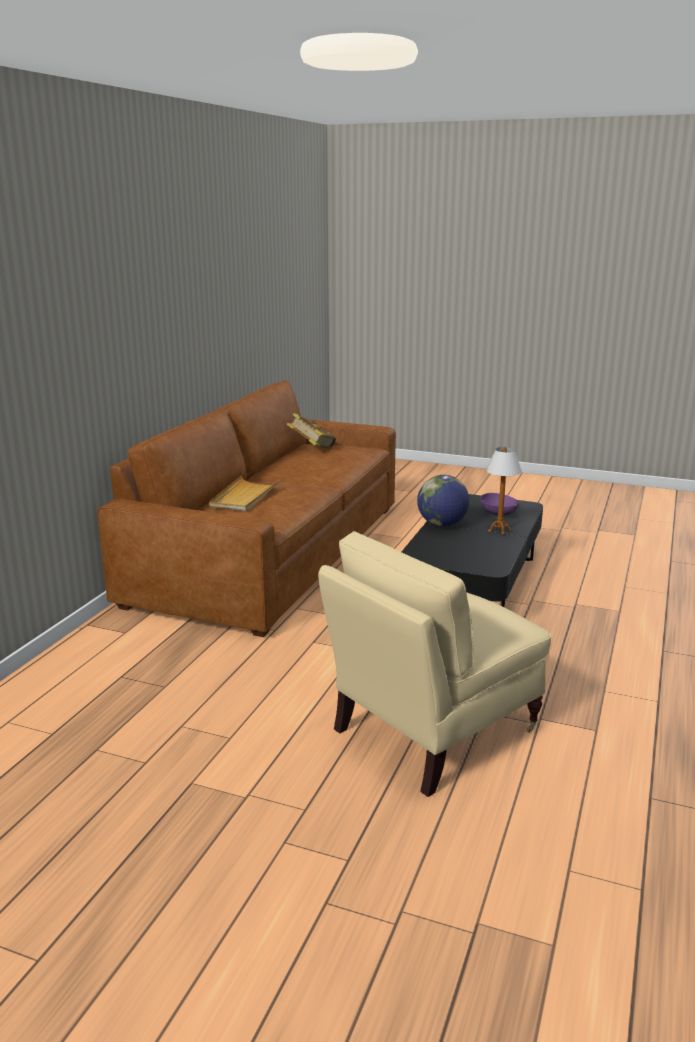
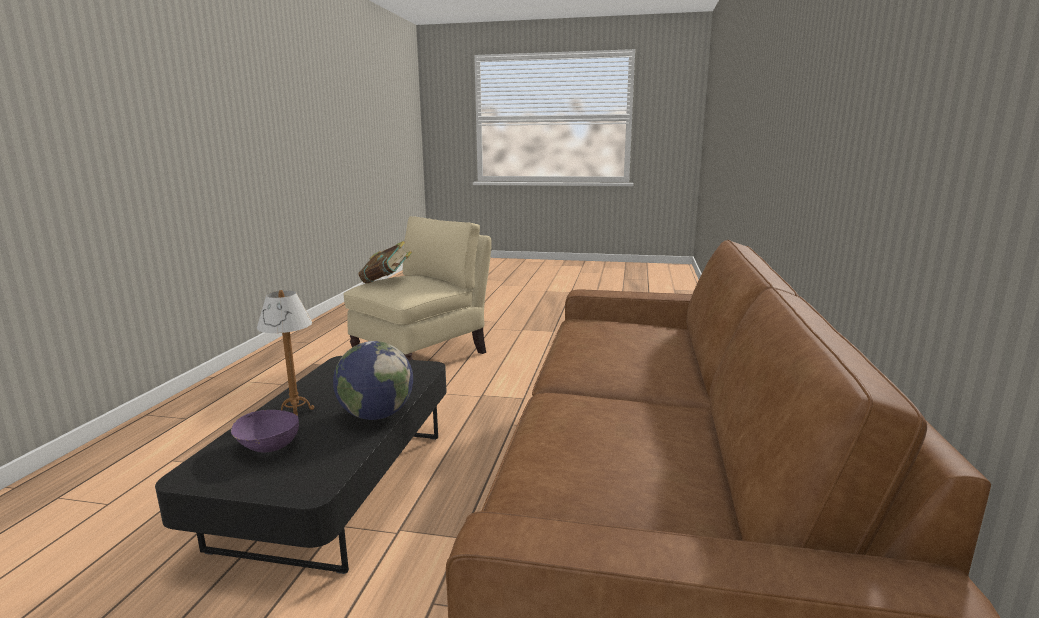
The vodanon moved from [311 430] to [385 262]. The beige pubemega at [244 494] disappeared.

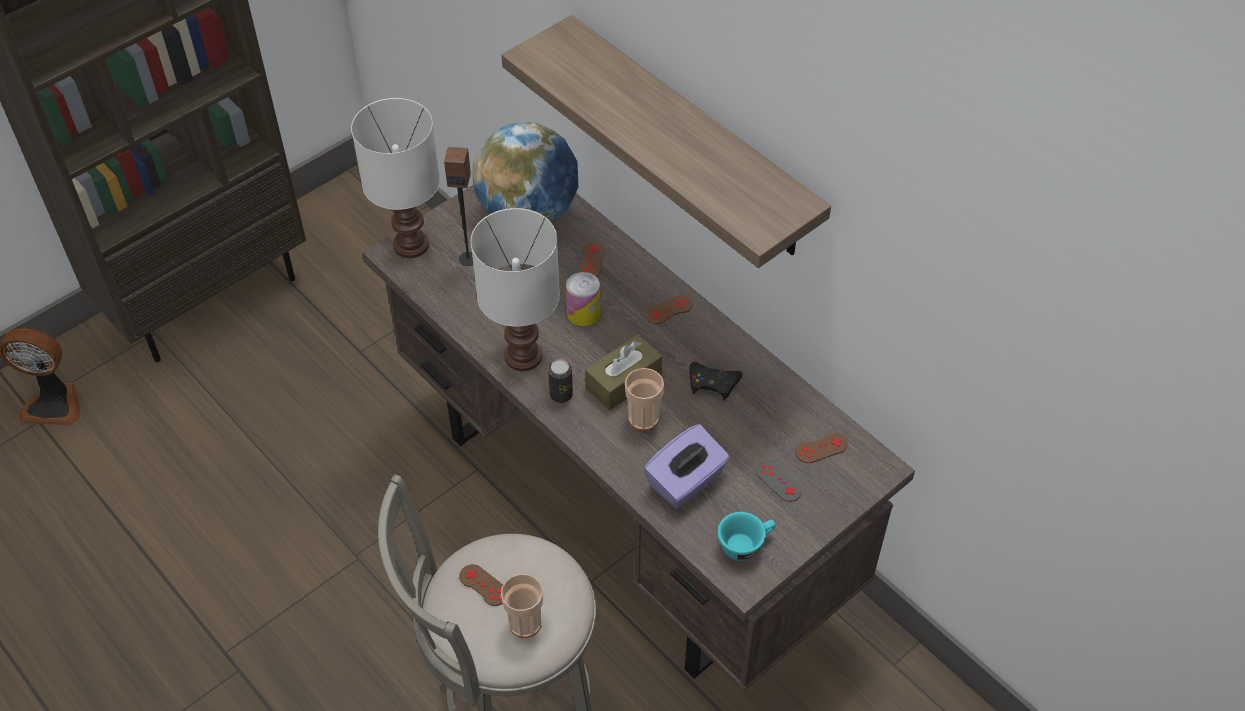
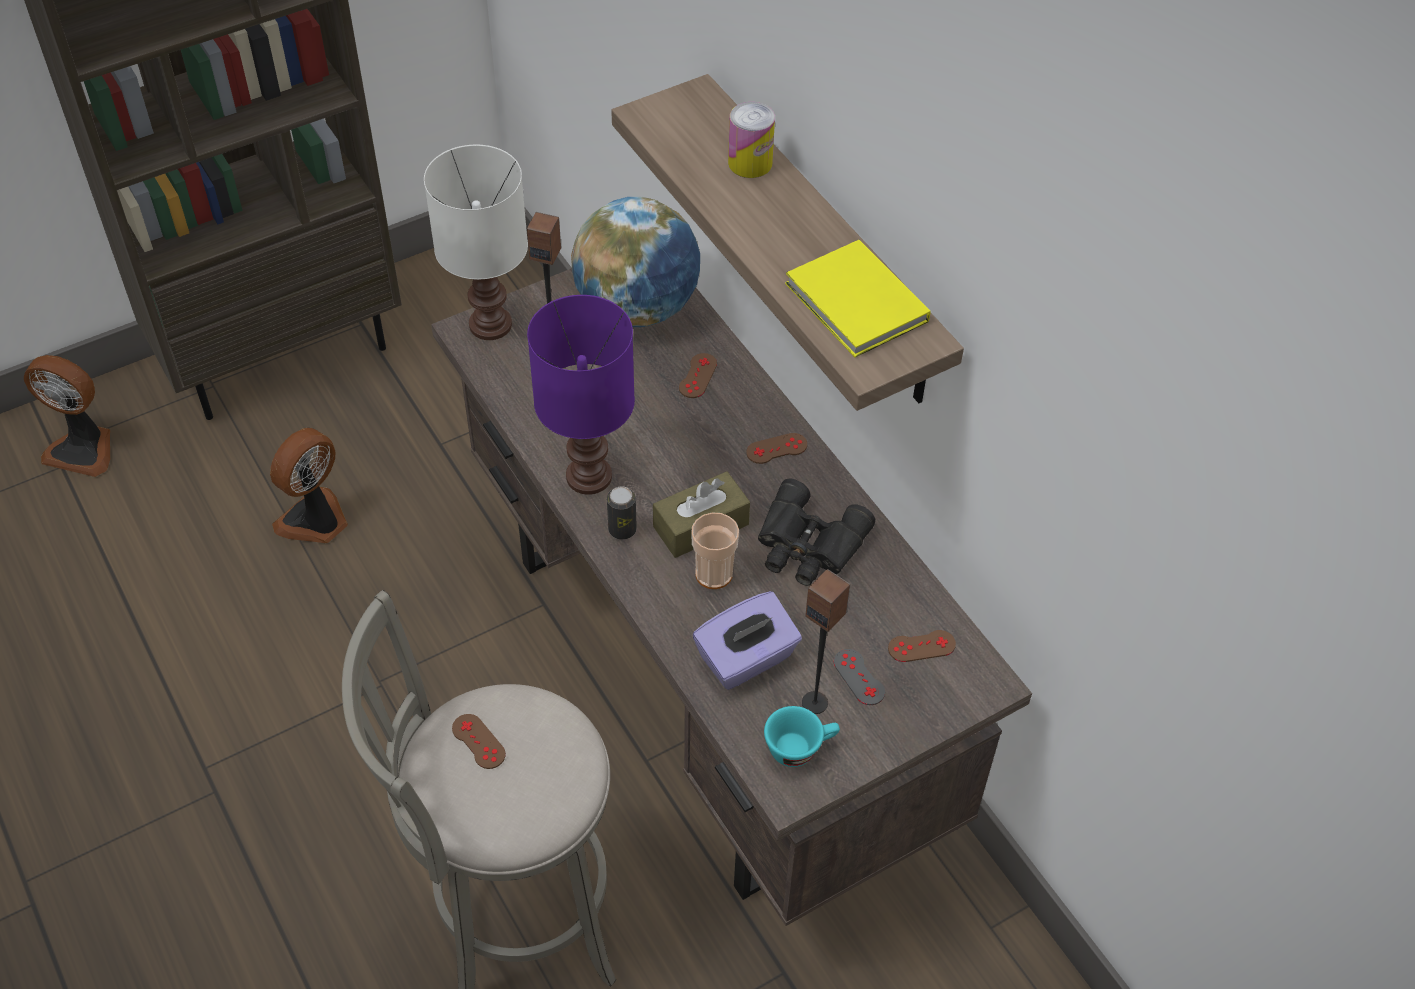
The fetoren at [309 485] appeared. The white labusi at [515 289] became the purple labusi at [581 395]. The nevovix moved from [583 299] to [751 140]. The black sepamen at [715 381] was replaced by the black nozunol at [816 532]. The yellow vodanon at [857 298] appeared. The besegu at [826 641] appeared. The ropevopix at [522 606] disappeared.

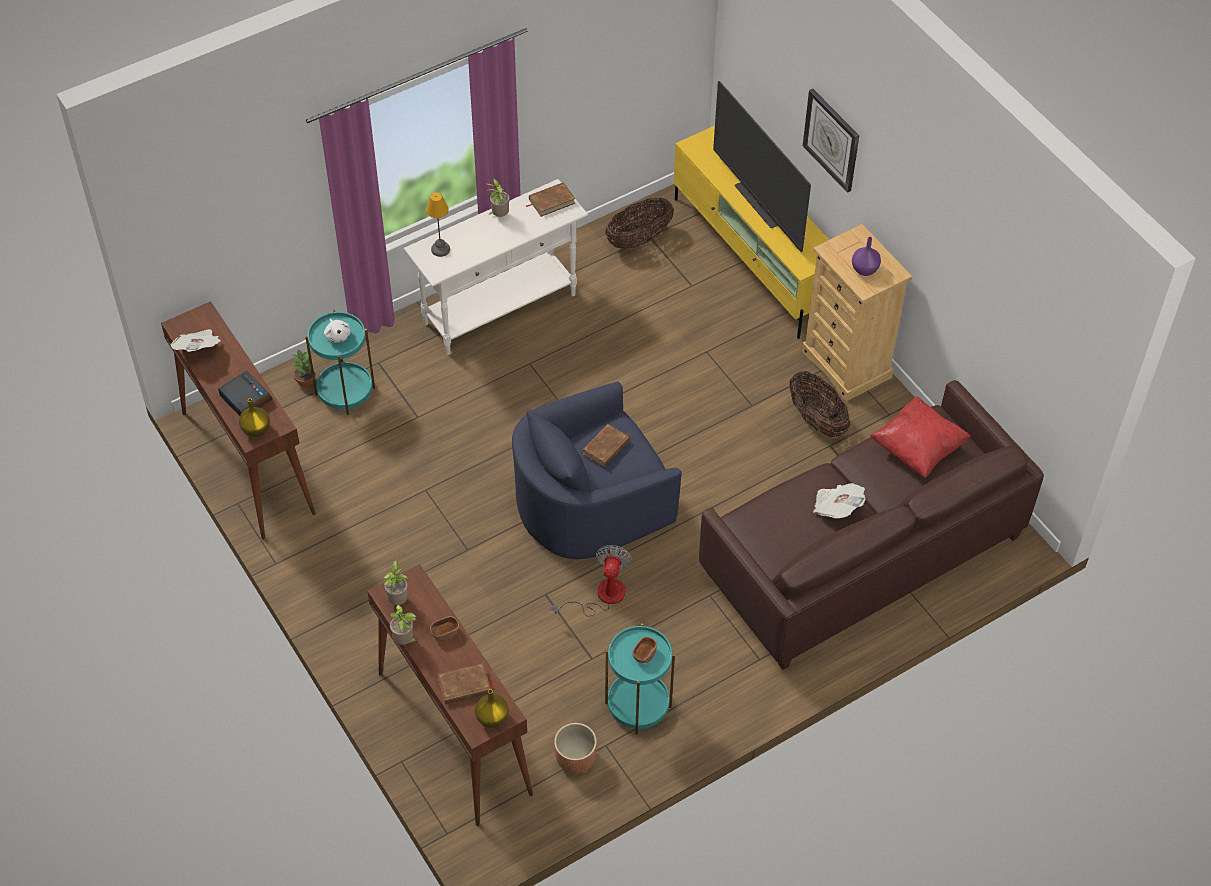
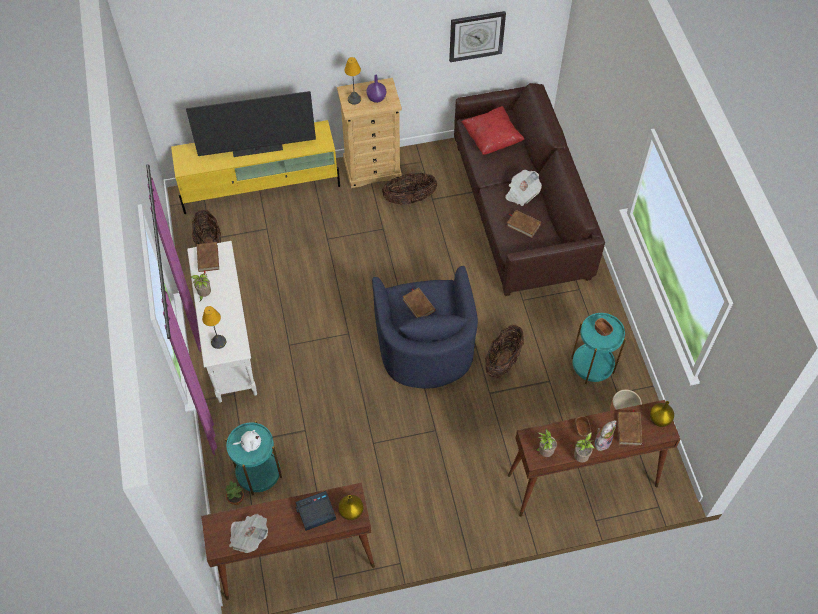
The labusi at [352 81] appeared. The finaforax moved from [831 141] to [477 36]. The fetoren at [591 581] was replaced by the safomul at [504 351]. The brown vodanon at [524 224] appeared. The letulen at [606 435] appeared.

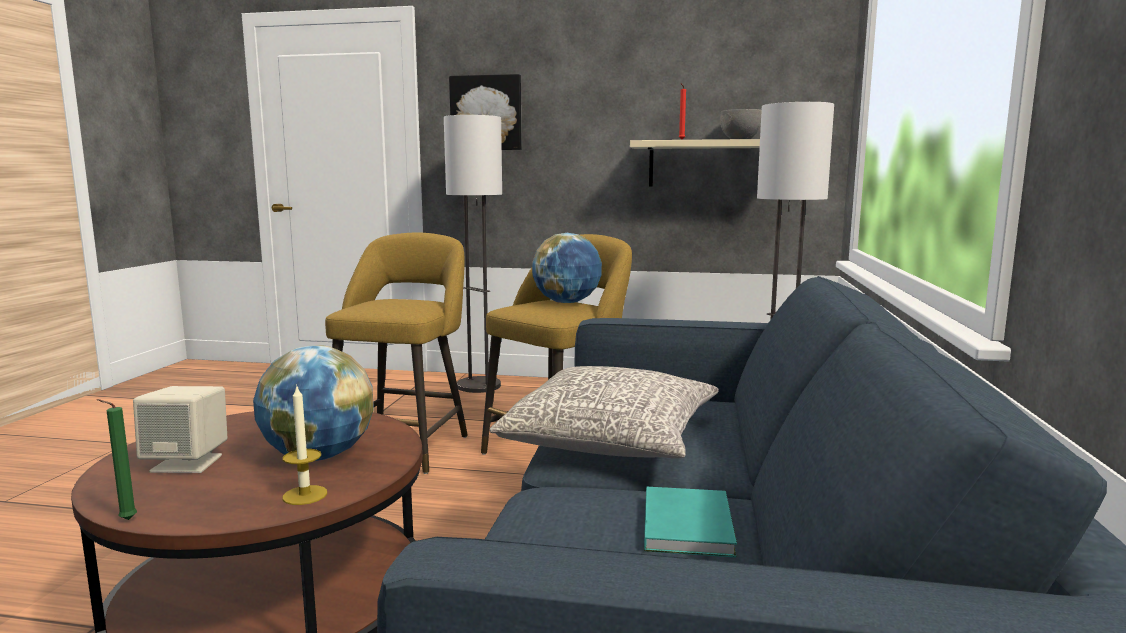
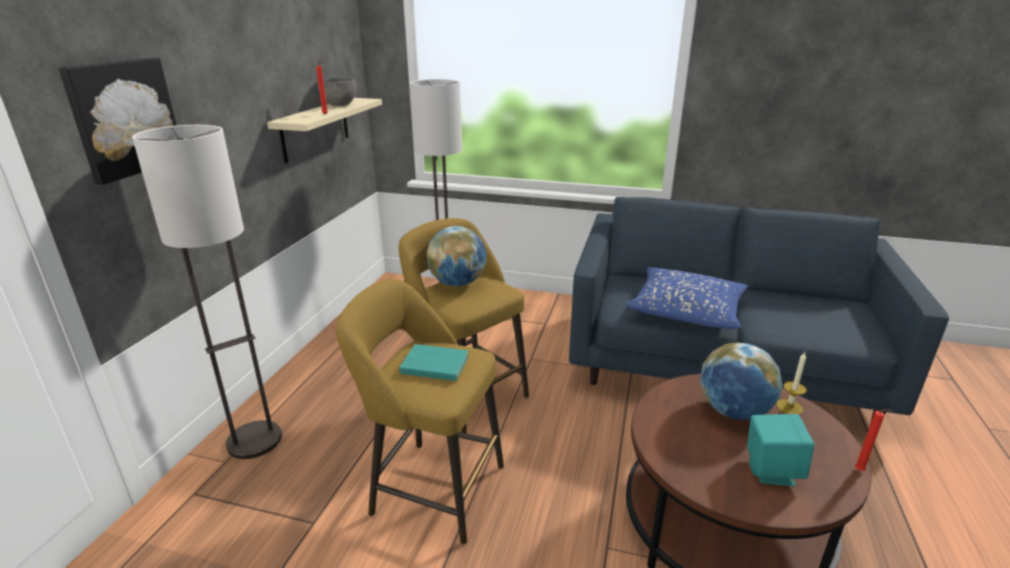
The turquoise vodanon moved from [690 522] to [434 362]. The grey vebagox at [604 412] became the blue vebagox at [686 298]. The beige besegu at [180 429] became the turquoise besegu at [780 450]. The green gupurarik at [117 459] became the red gupurarik at [873 440].

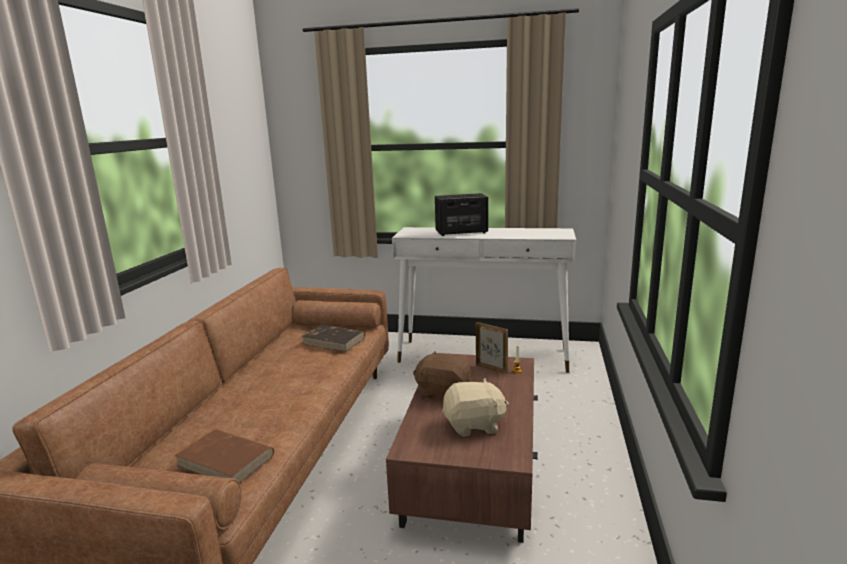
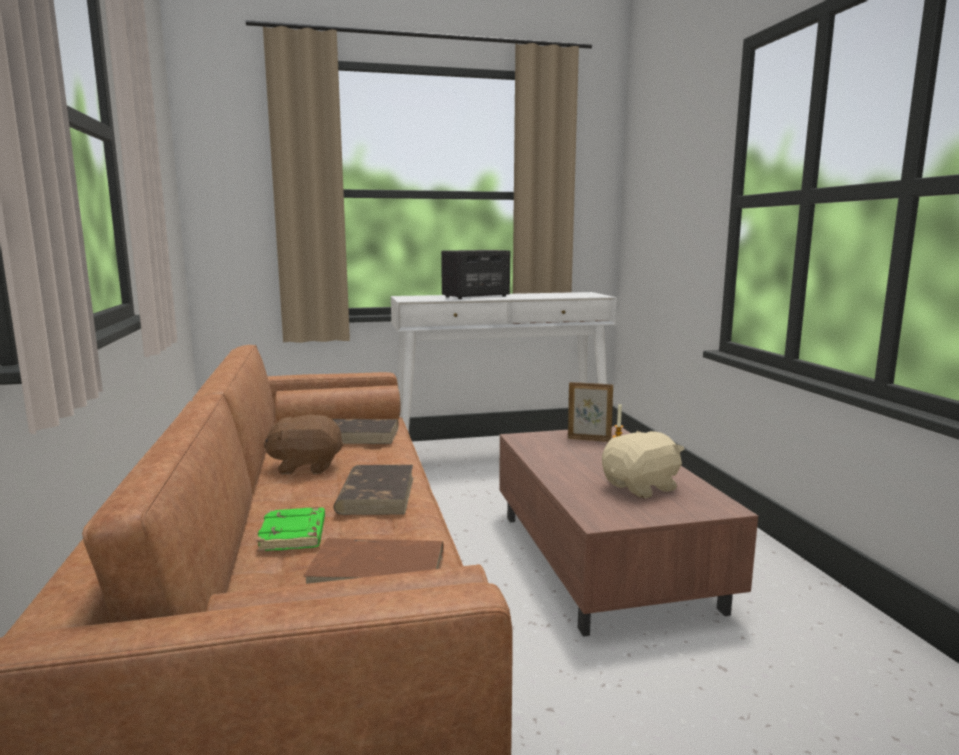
The green vodanon at [291 529] appeared. The brown letulen moved from [442 375] to [304 444]. The brown vodanon at [373 490] appeared.

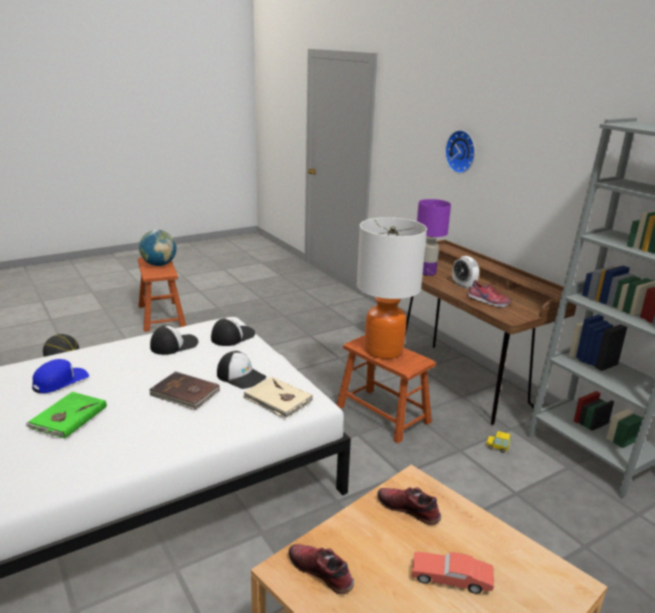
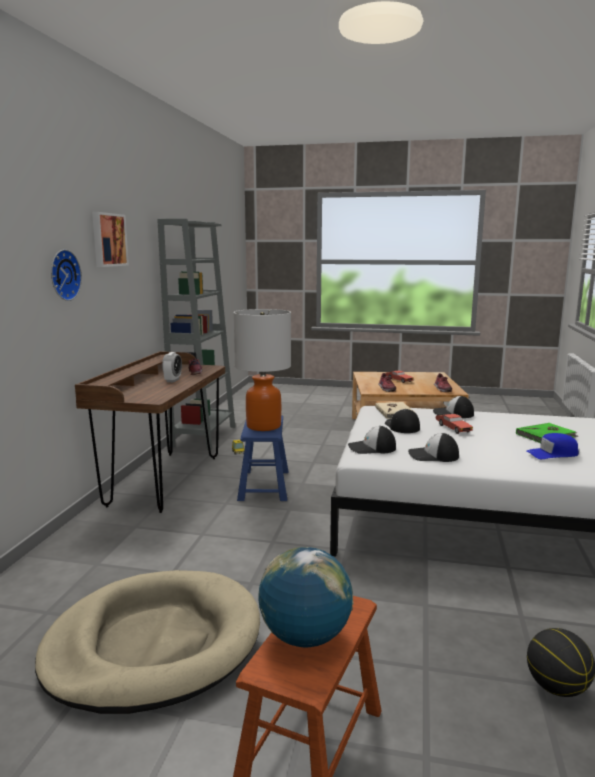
The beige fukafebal at [147 642] appeared. The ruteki at [110 239] appeared. The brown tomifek at [386 389] became the blue tomifek at [263 458]. The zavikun at [453 407] appeared. The brown vodanon at [184 391] was replaced by the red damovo at [454 424]. The purple labusi at [434 237] disappeared.

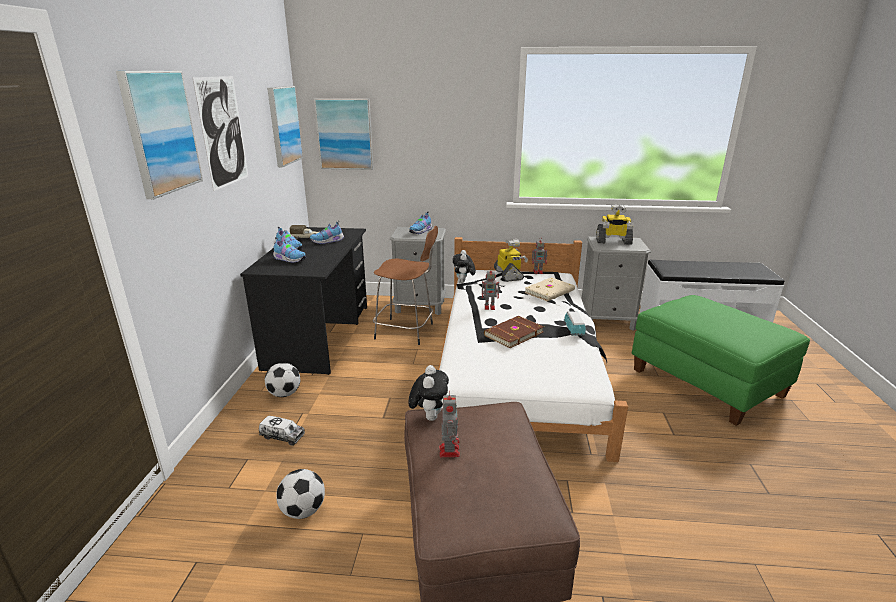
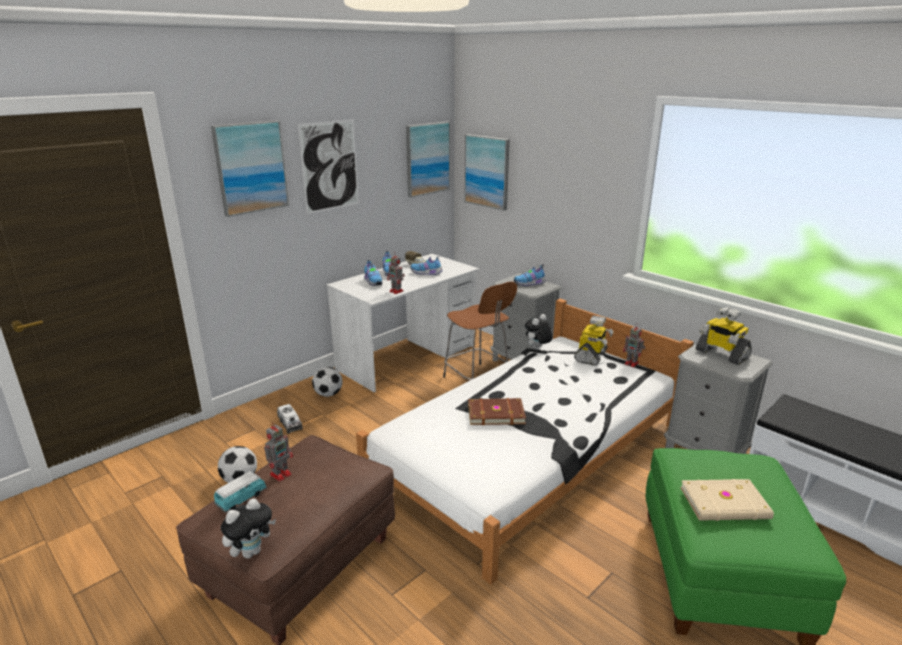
The damovo moved from [575 323] to [240 492]. The letulen moved from [428 393] to [248 528]. The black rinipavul at [303 301] became the white rinipavul at [402 323]. The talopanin moved from [491 288] to [396 274]. The beige vodanon moved from [550 289] to [727 500].

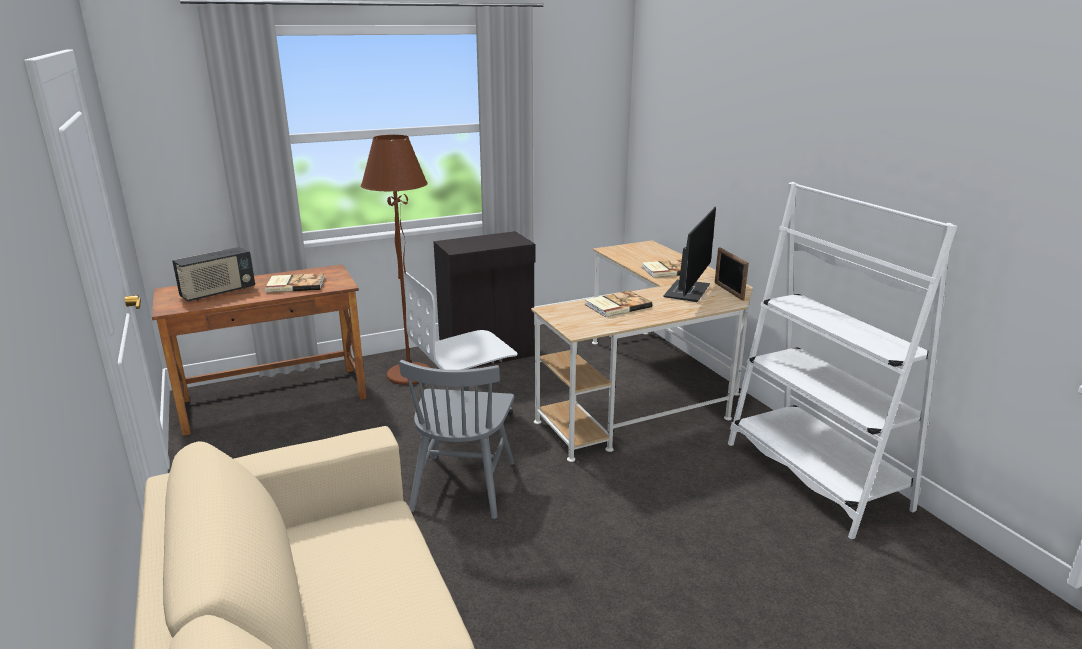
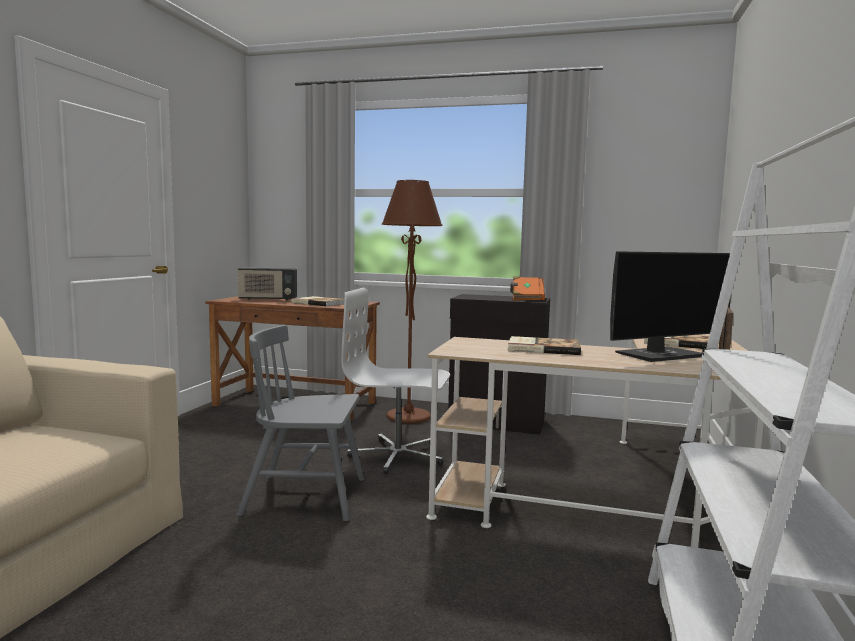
The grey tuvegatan at [456 439] turned 45 degrees clockwise. The orange vodanon at [527 288] appeared.

